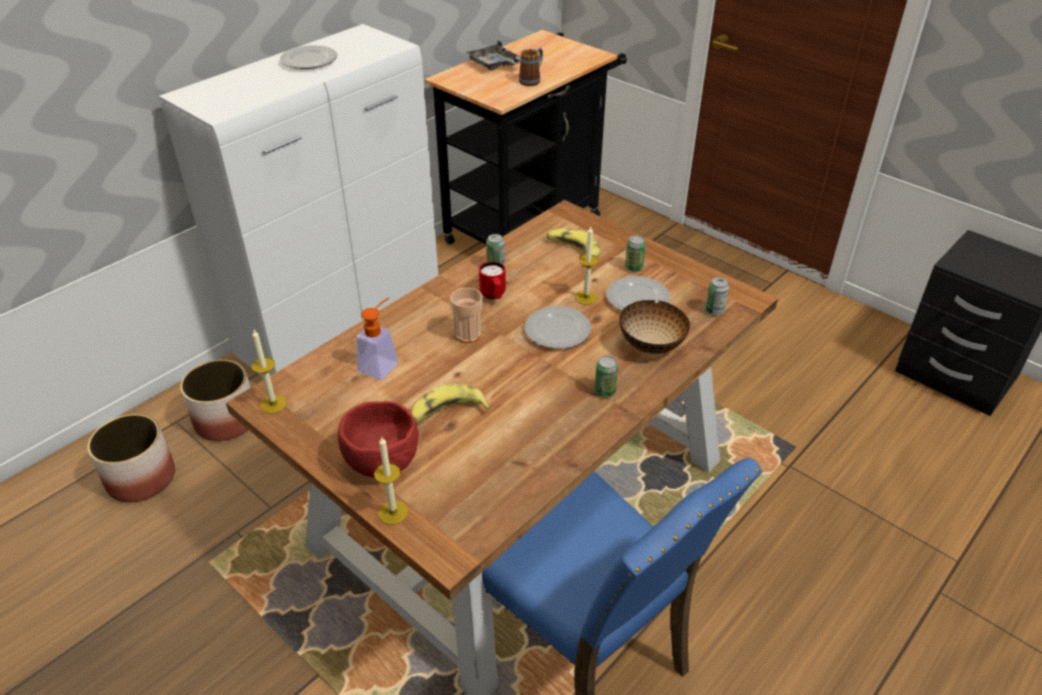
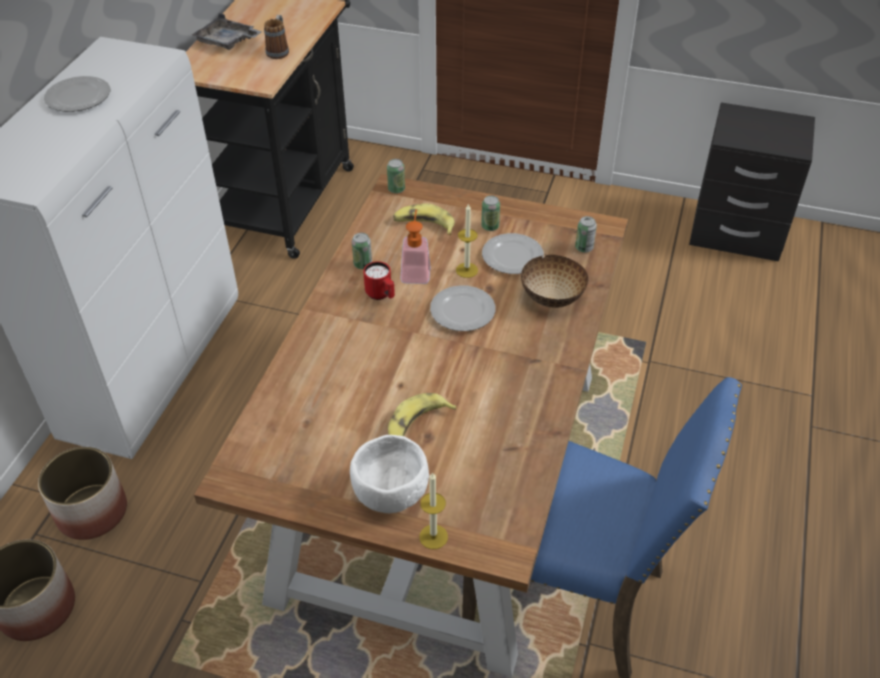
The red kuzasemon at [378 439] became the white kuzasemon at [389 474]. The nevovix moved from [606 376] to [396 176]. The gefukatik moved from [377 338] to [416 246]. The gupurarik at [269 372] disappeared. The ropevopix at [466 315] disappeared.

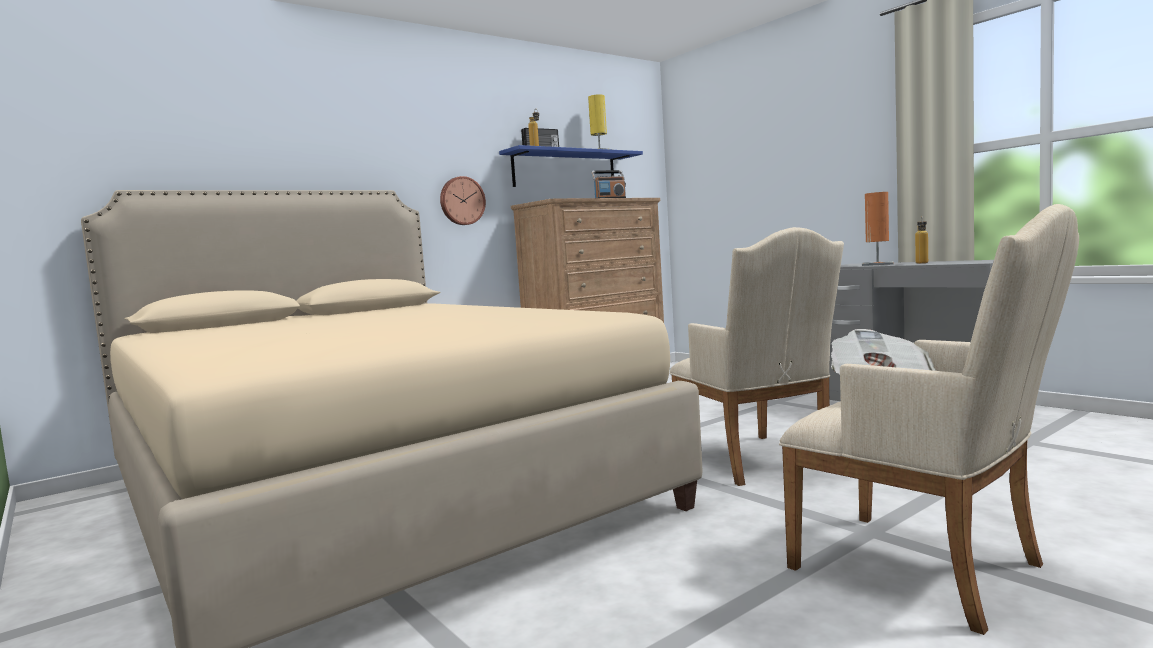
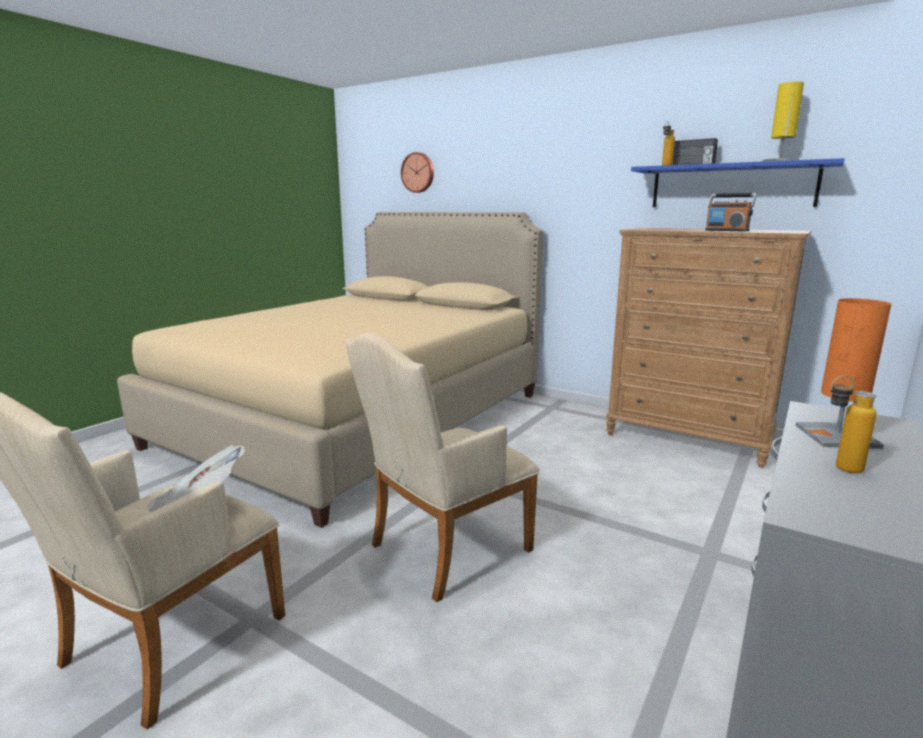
The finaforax moved from [463 200] to [417 172].

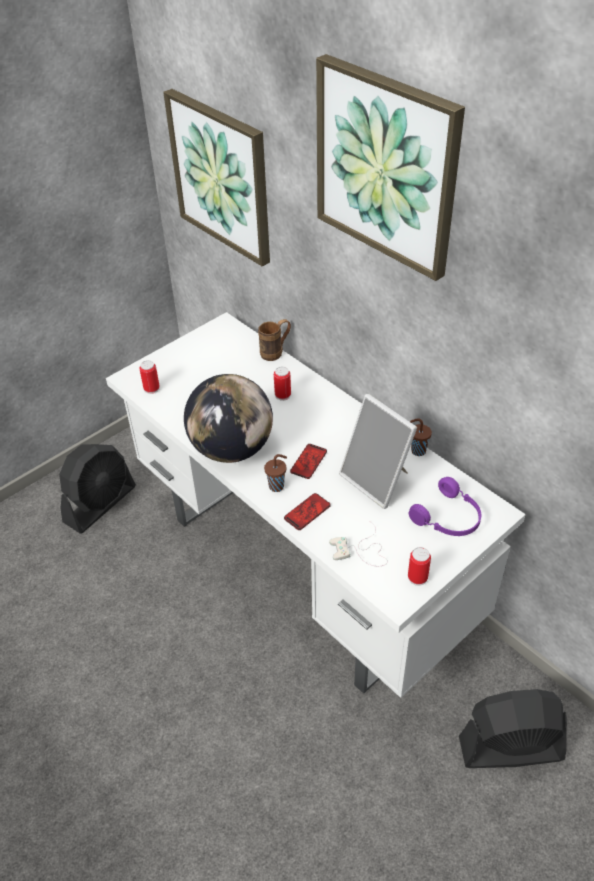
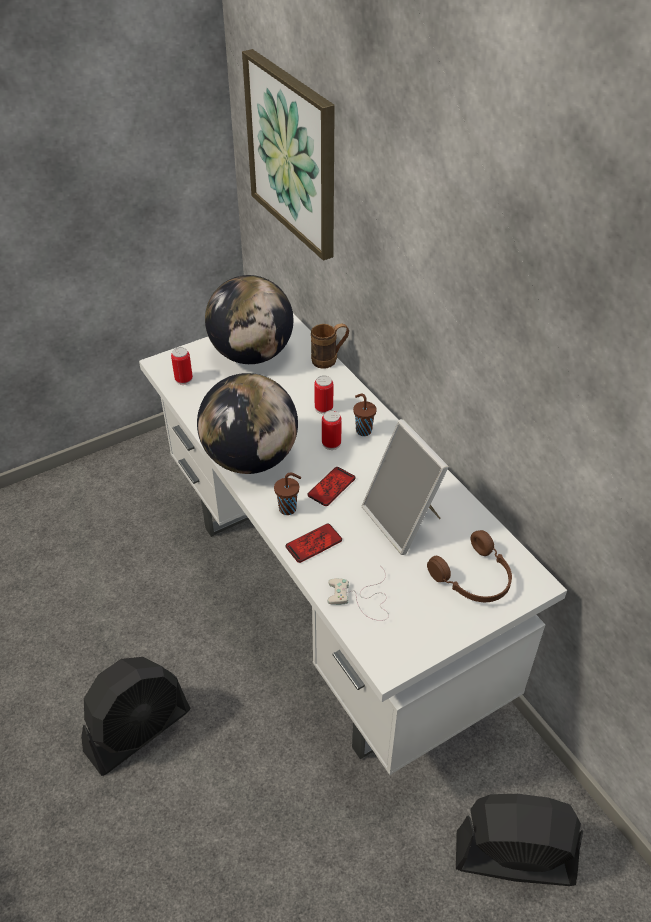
The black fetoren moved from [97 489] to [136 716]. The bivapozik at [249 319] appeared. The nevovix moved from [419 566] to [332 430]. The brown ropevopix moved from [421 437] to [365 415]. The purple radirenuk at [445 506] became the brown radirenuk at [469 566]. The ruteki at [390 167] disappeared.

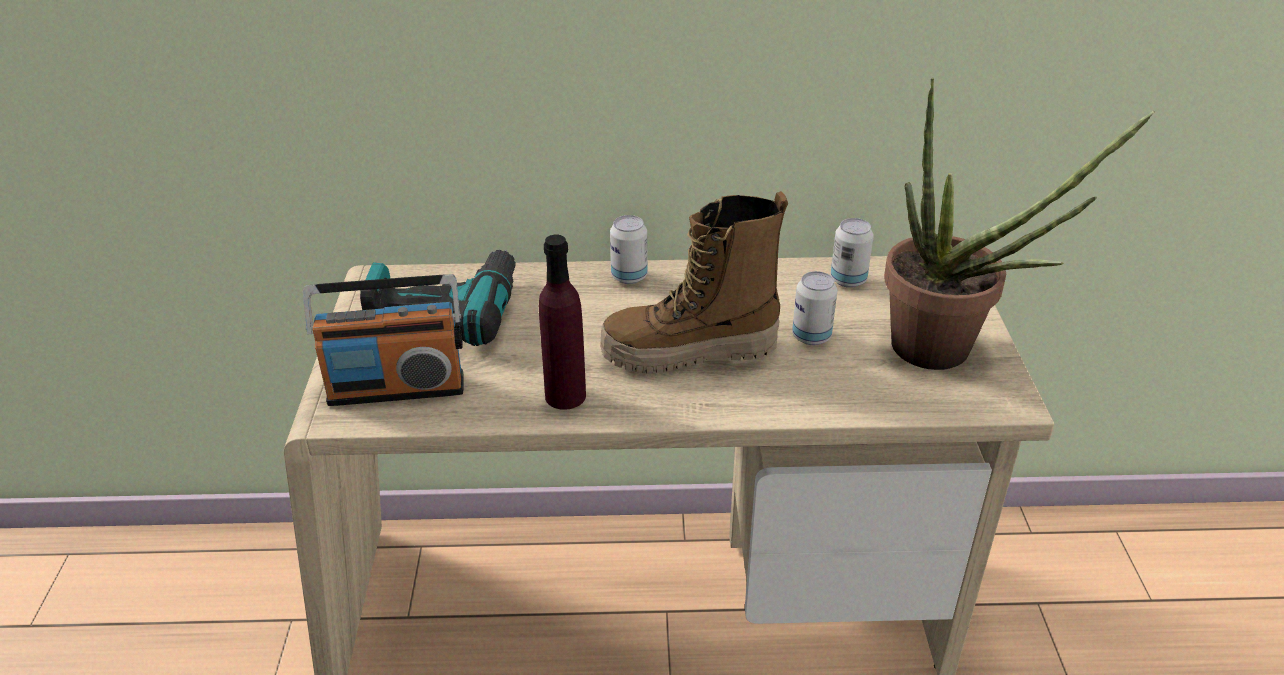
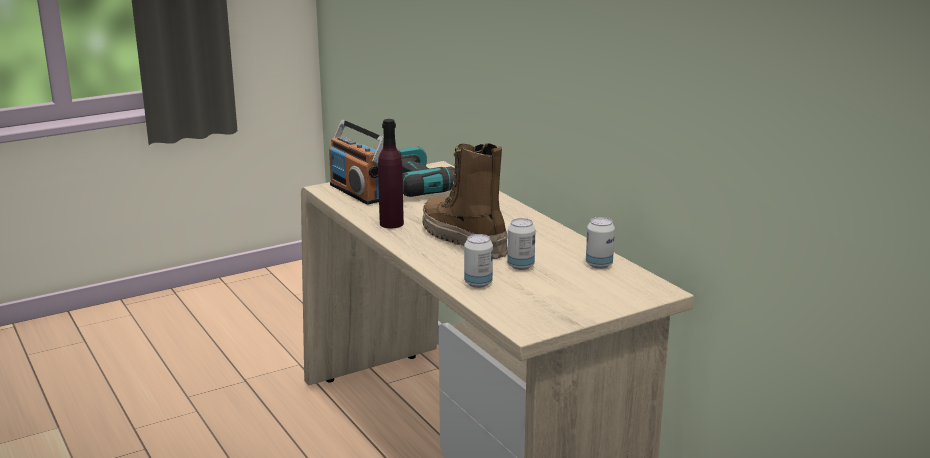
The nevovix moved from [629 249] to [478 261]. The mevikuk at [1019 223] disappeared.

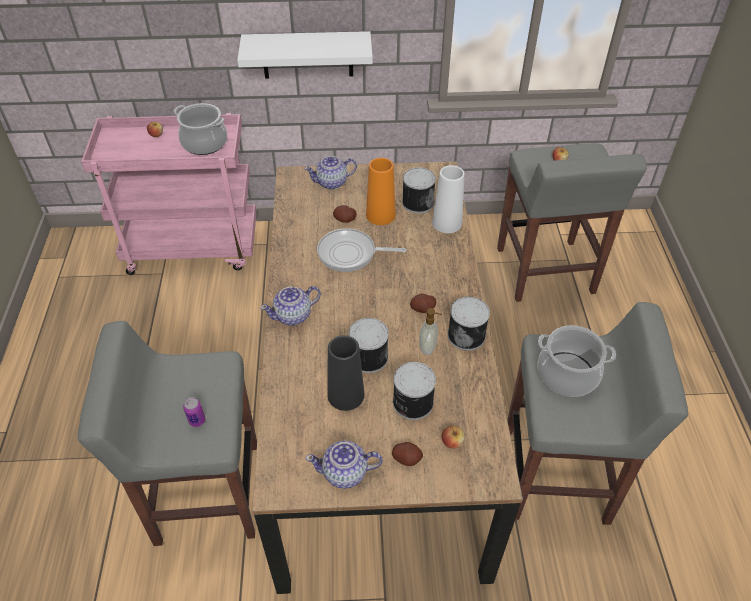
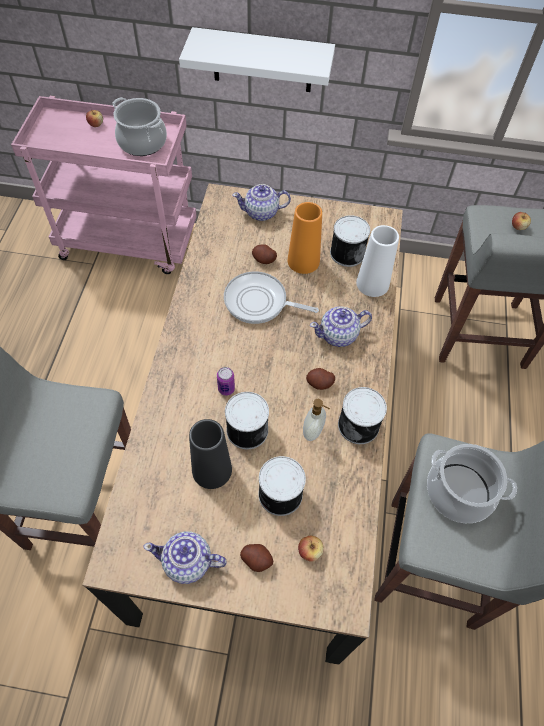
The nevovix moved from [194 412] to [226 381]. The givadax moved from [290 305] to [341 326].

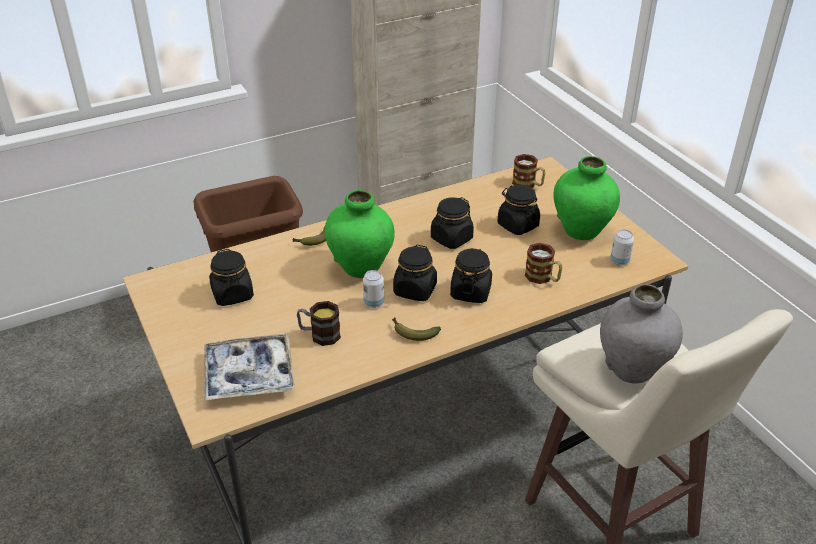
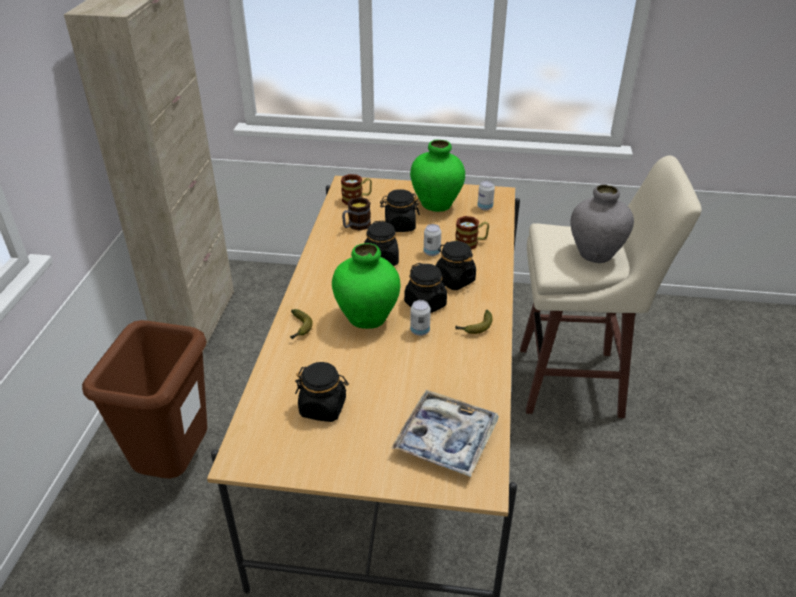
The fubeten moved from [319 323] to [356 214]. The nevovix at [432 240] appeared.

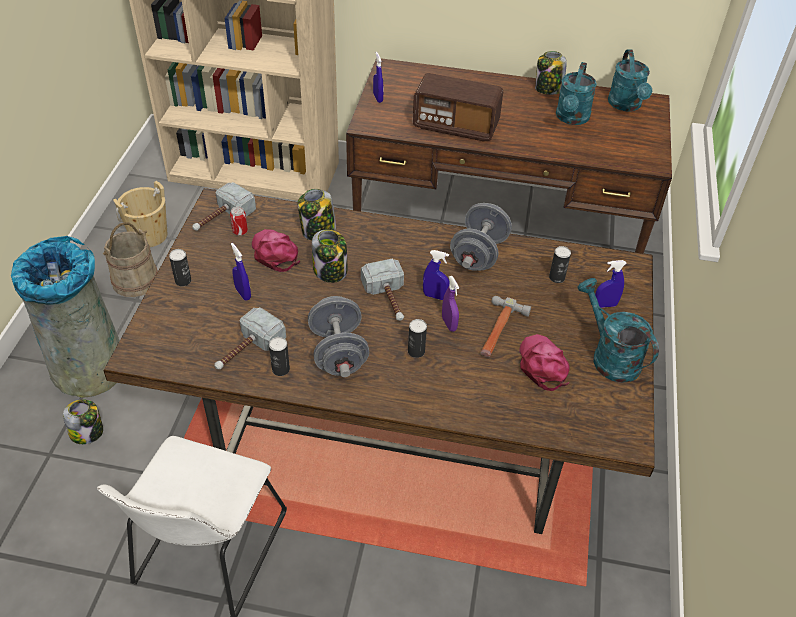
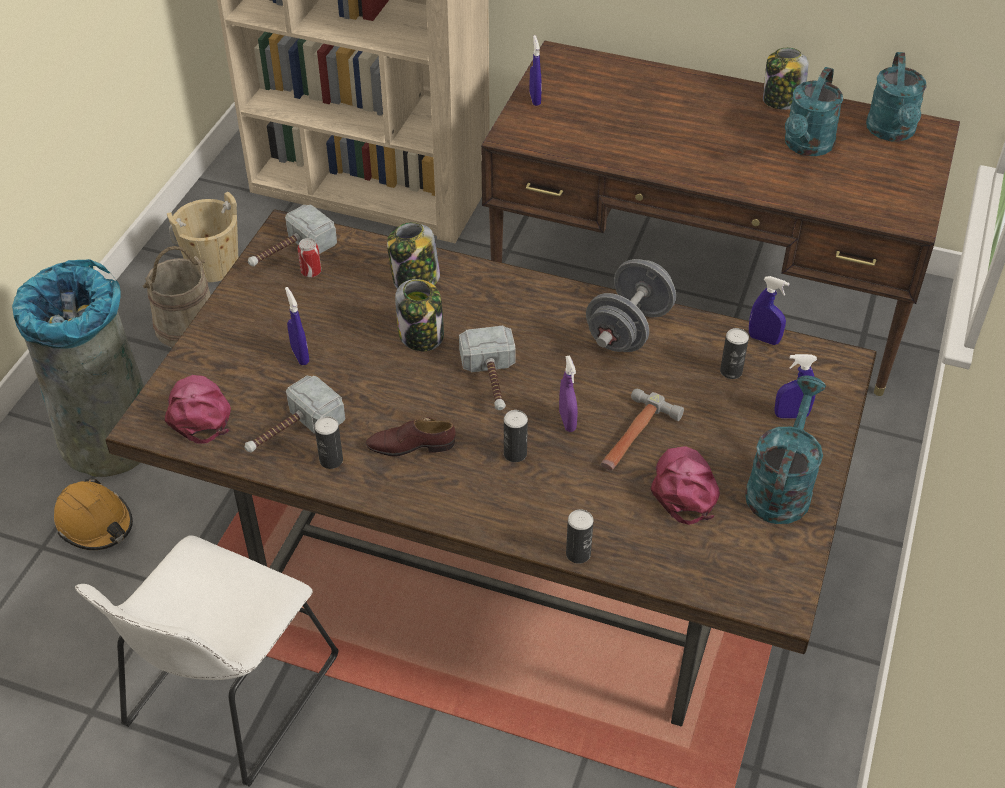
The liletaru at [83 421] was replaced by the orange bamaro at [93 514]. The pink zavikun moved from [276 250] to [198 409]. The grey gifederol at [338 336] was replaced by the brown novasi at [411 436]. The nevovix moved from [180 267] to [579 536]. The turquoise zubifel at [618 330] turned 45 degrees clockwise. The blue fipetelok moved from [436 275] to [769 310]. The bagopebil at [458 107] disappeared.

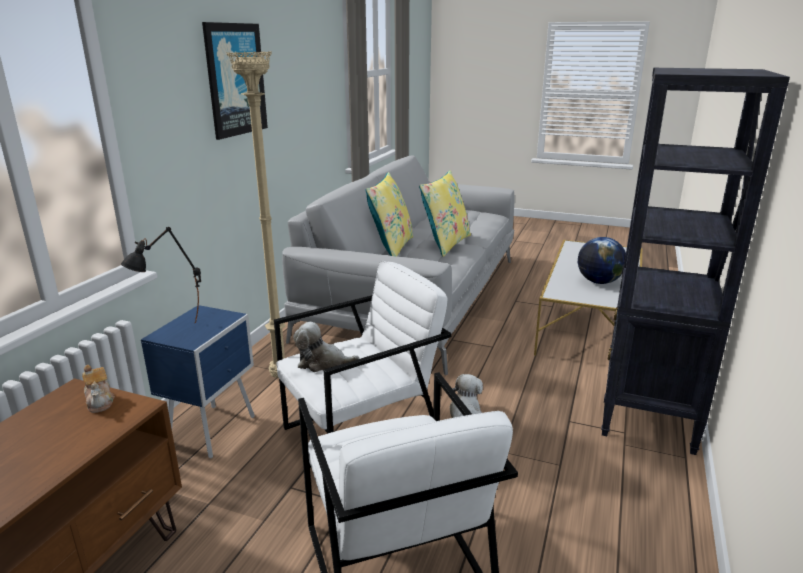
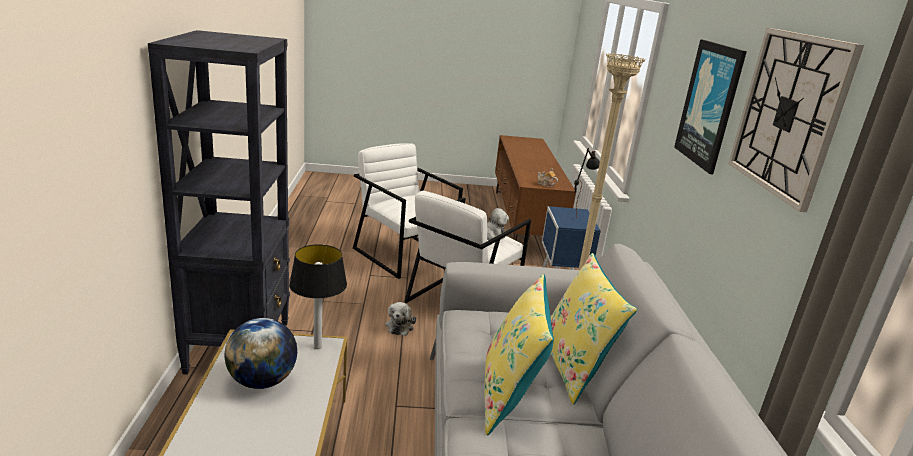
The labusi at [318 296] appeared. The finaforax at [796 120] appeared.

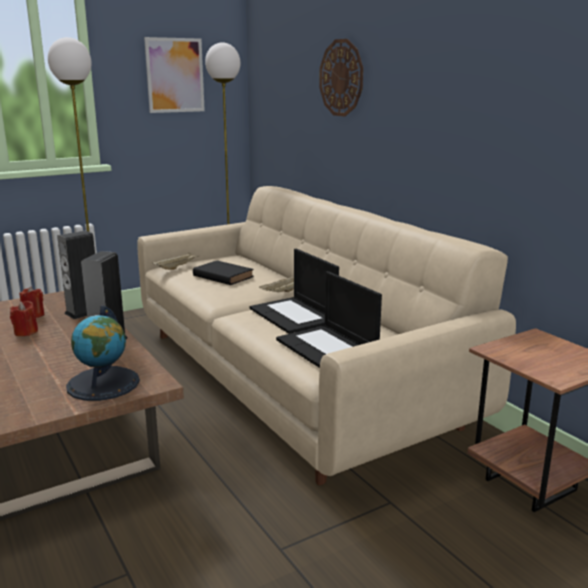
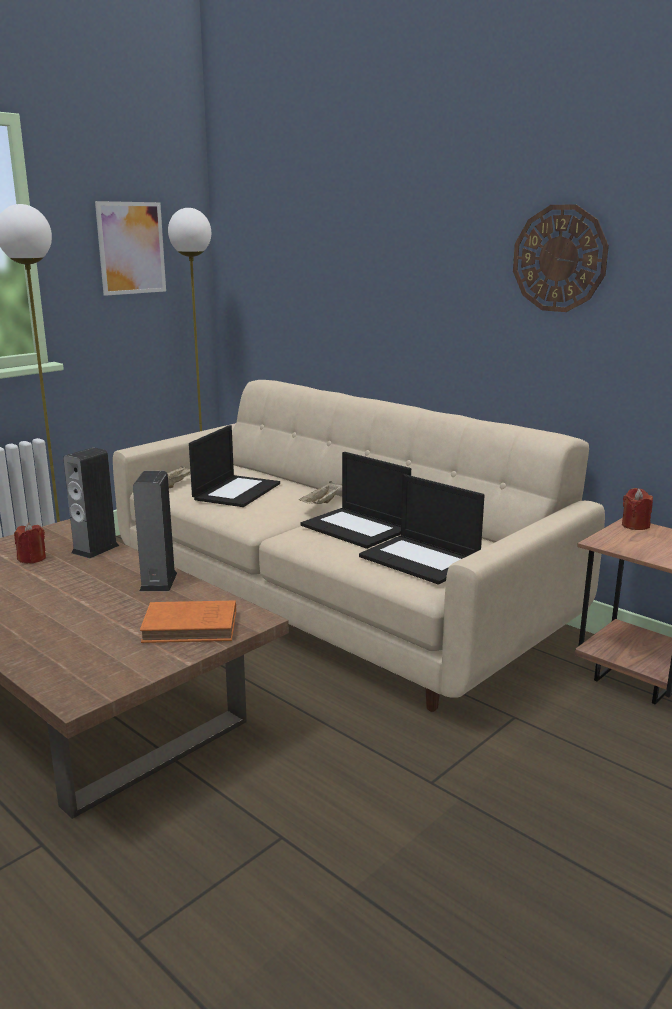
The bivapozik at [103 353] was replaced by the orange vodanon at [188 622]. The black vodanon at [223 273] was replaced by the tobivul at [234 466]. The finaforax moved from [341 77] to [561 258]. The red gupurarik moved from [24 318] to [637 509].

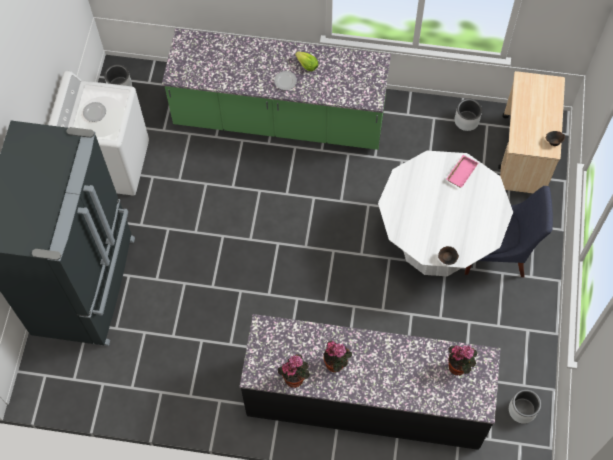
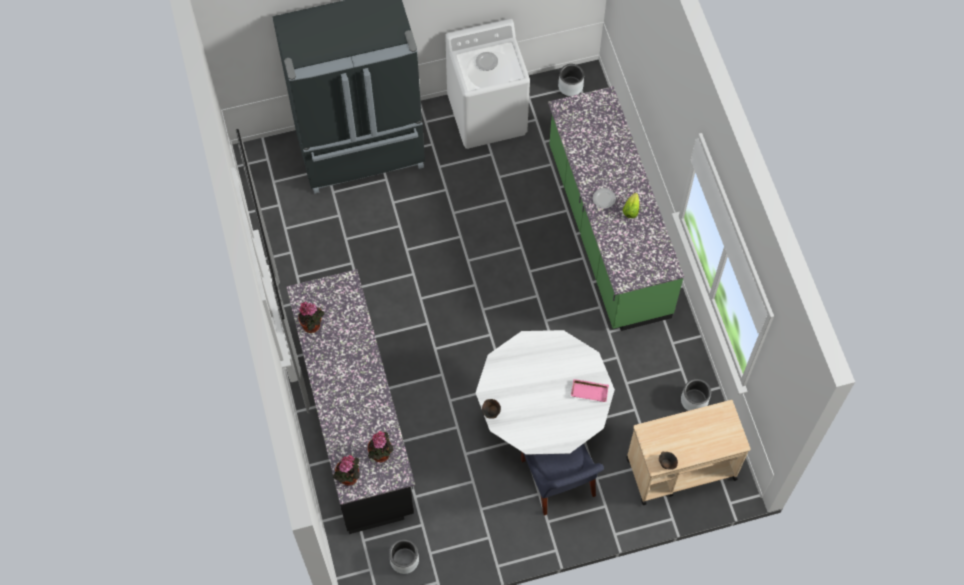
The mevikuk moved from [338 356] to [346 470].

